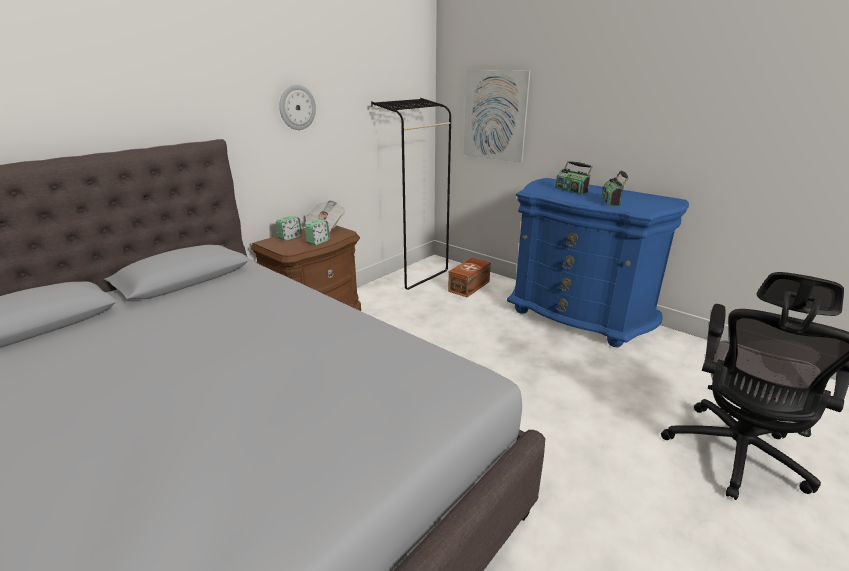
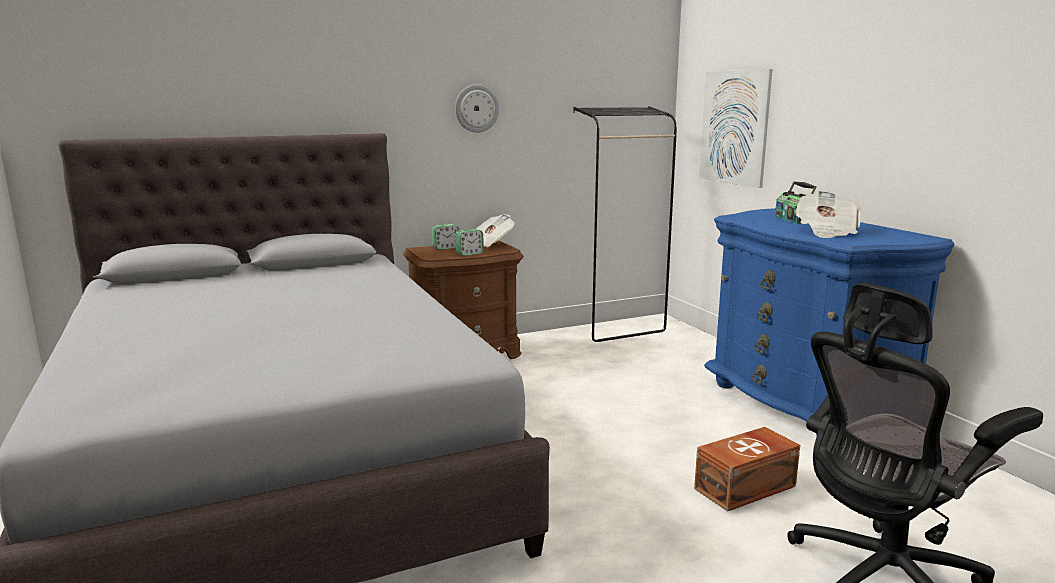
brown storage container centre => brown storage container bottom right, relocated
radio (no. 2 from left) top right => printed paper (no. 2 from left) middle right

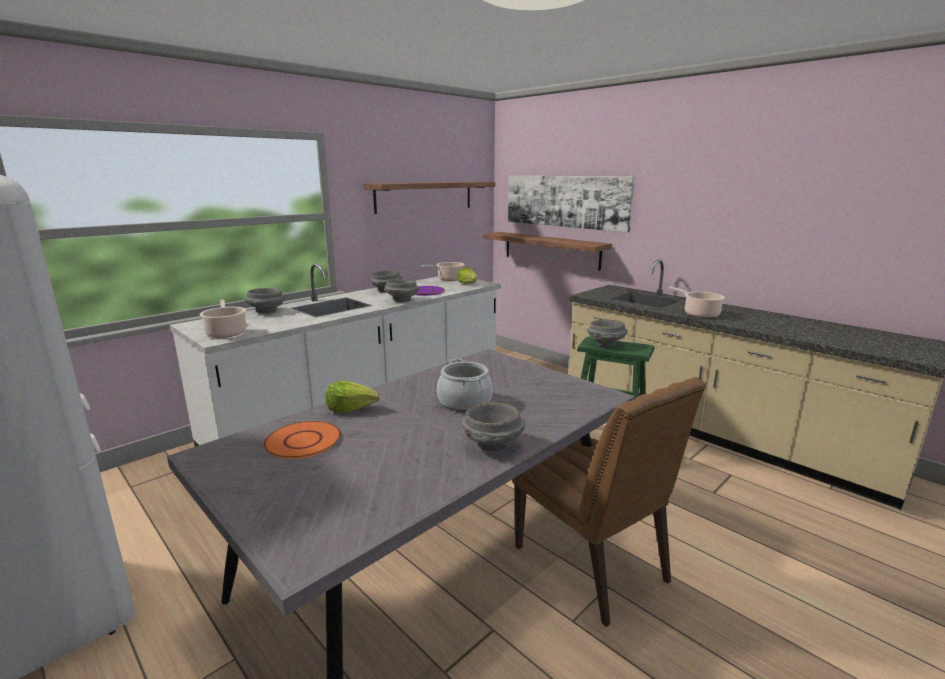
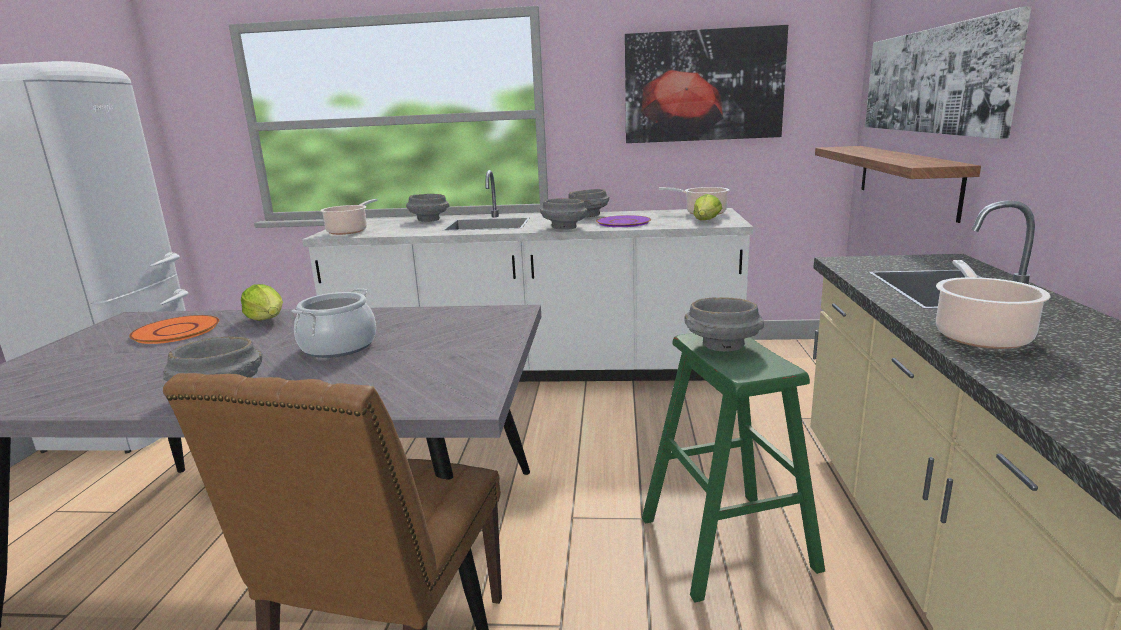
bracket shelf (no. 1 from left) top centre => wall picture (no. 1 from left) top centre

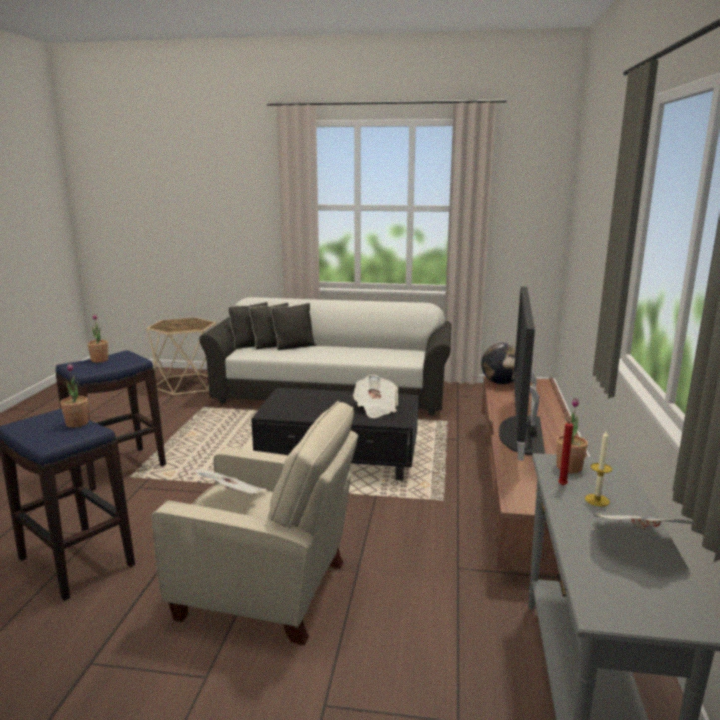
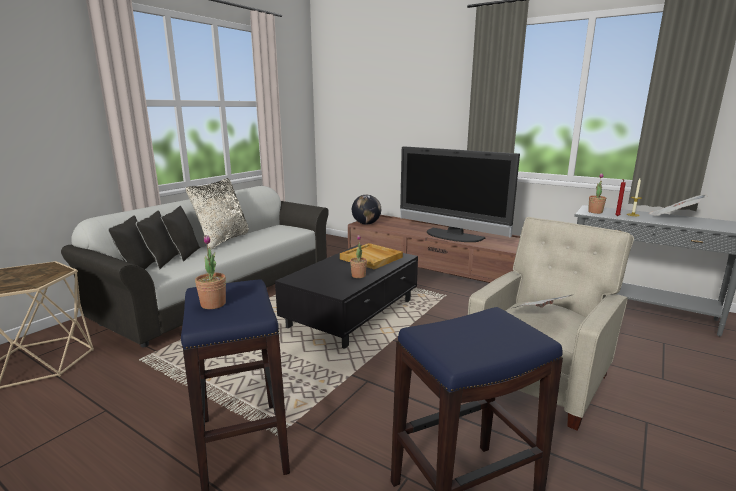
nothing => beige cushion middle left
potted plant (no. 1 from left in the first image) middle left => potted plant (no. 2 from left) centre, relocated
printed paper (no. 2 from left) centre => beige carrying tray centre

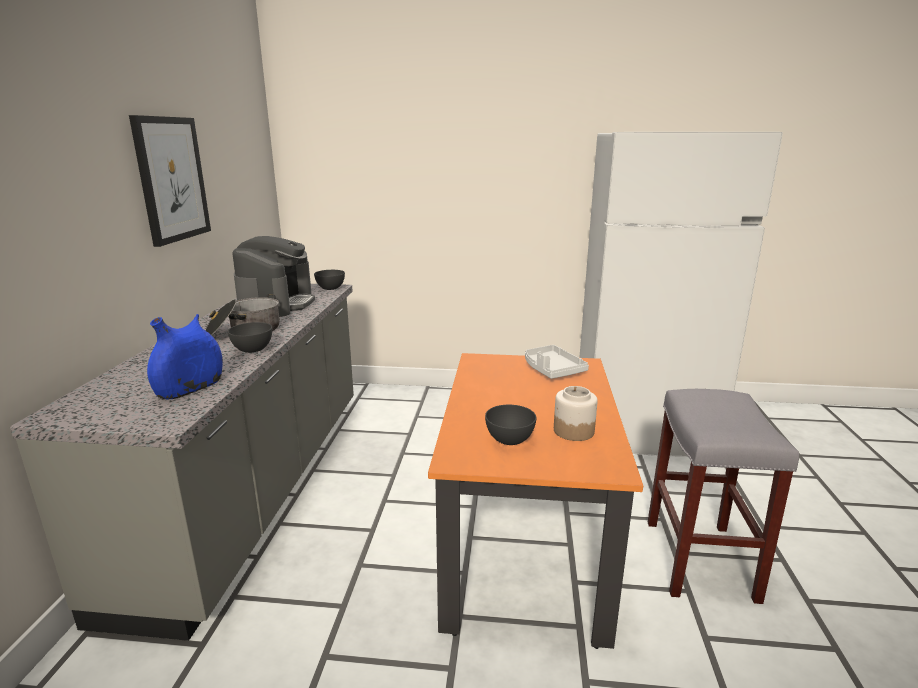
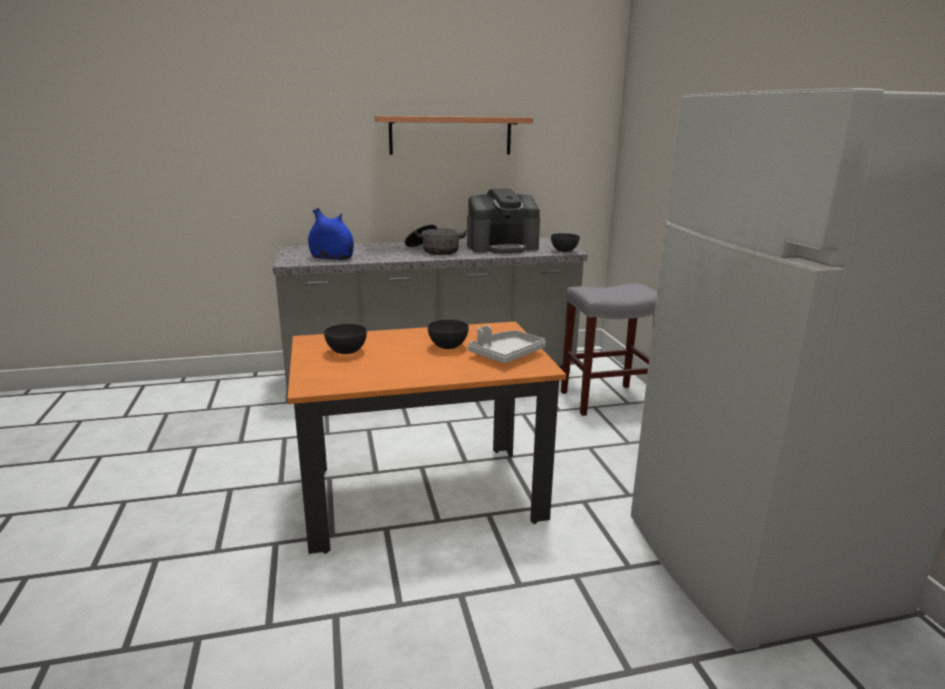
preserve jar centre => nothing
grey bowl (no. 1 from left in the first image) middle left => grey bowl (no. 2 from left) centre, relocated
grey stool seat bottom right => grey stool seat centre, relocated
wall picture top left => bracket shelf top centre

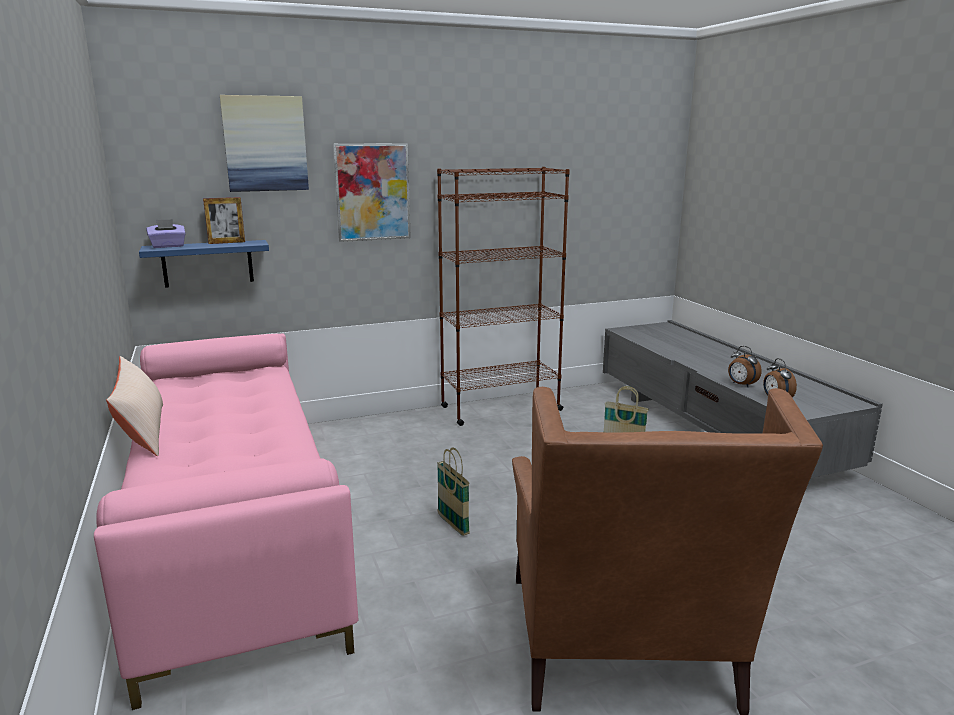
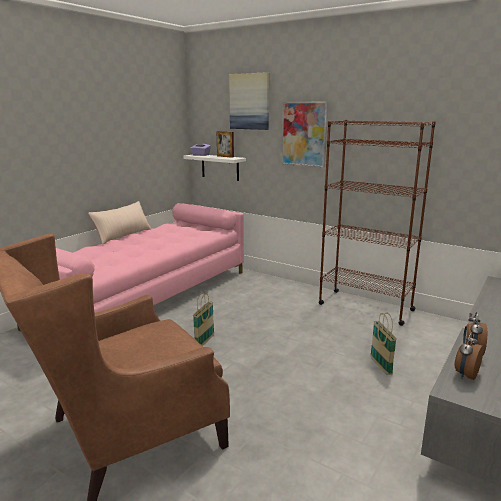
bluish bracket shelf middle left => whitish bracket shelf centre

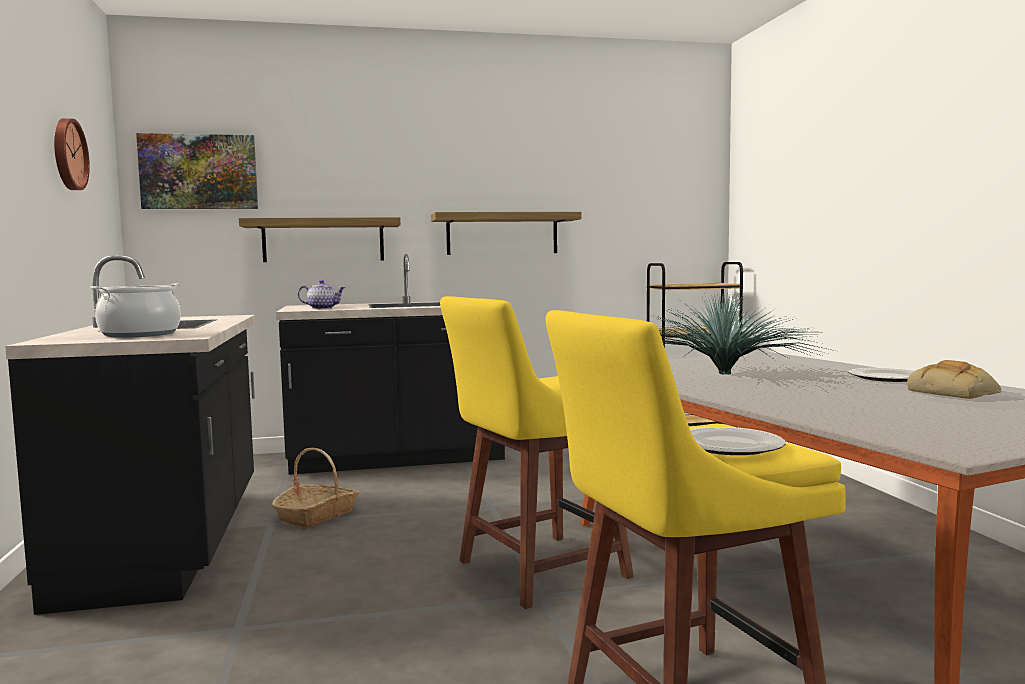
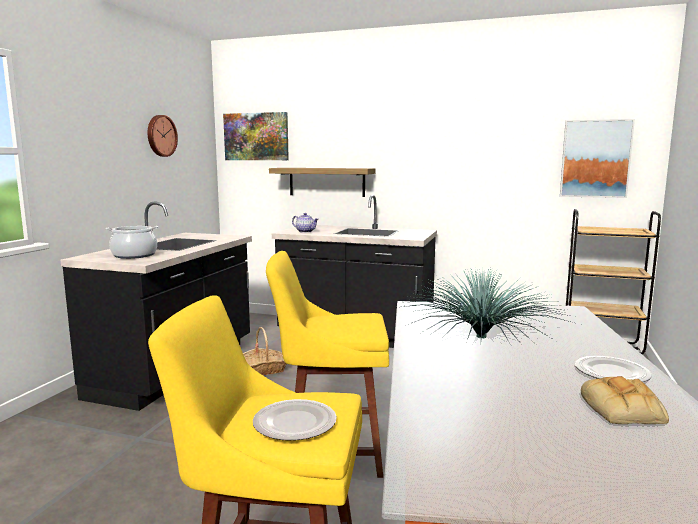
bracket shelf (no. 2 from left) centre => nothing
nothing => wall picture (no. 2 from left) top right

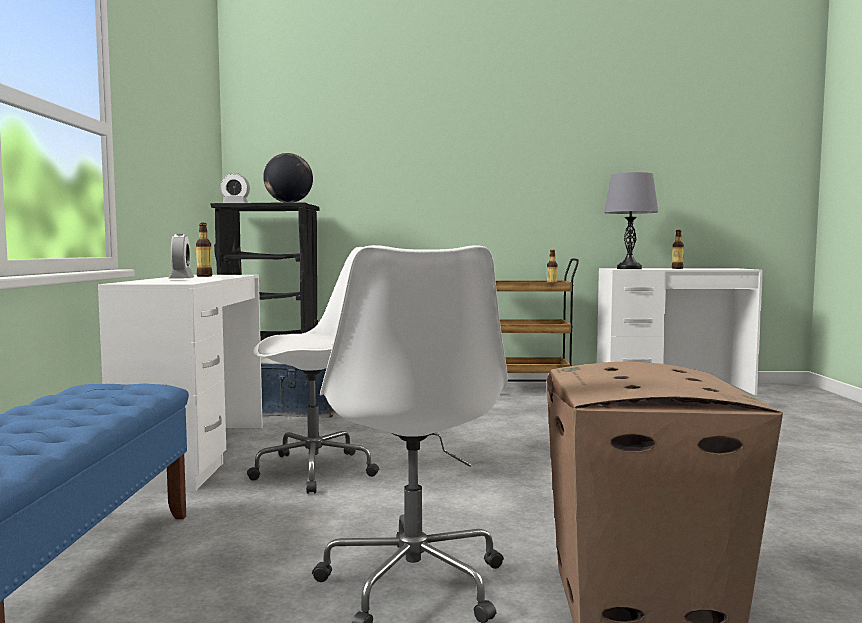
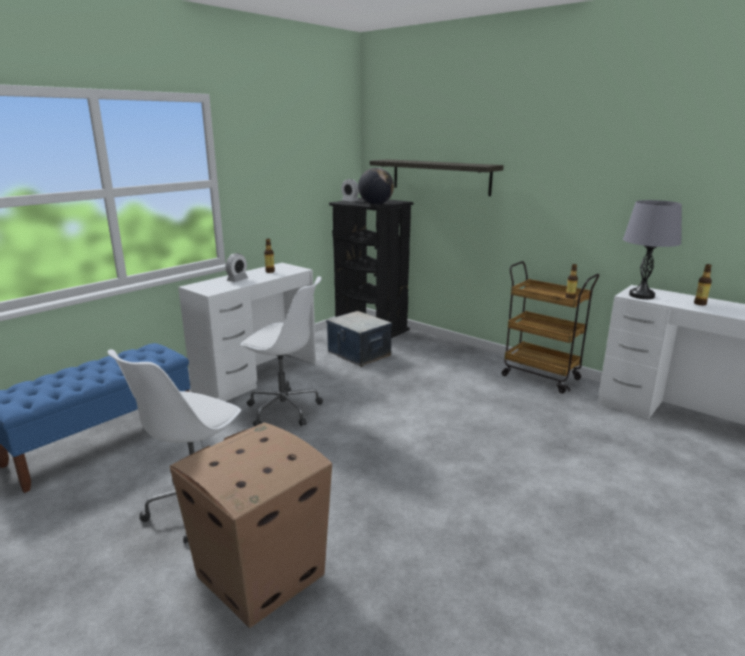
nothing => bracket shelf top centre

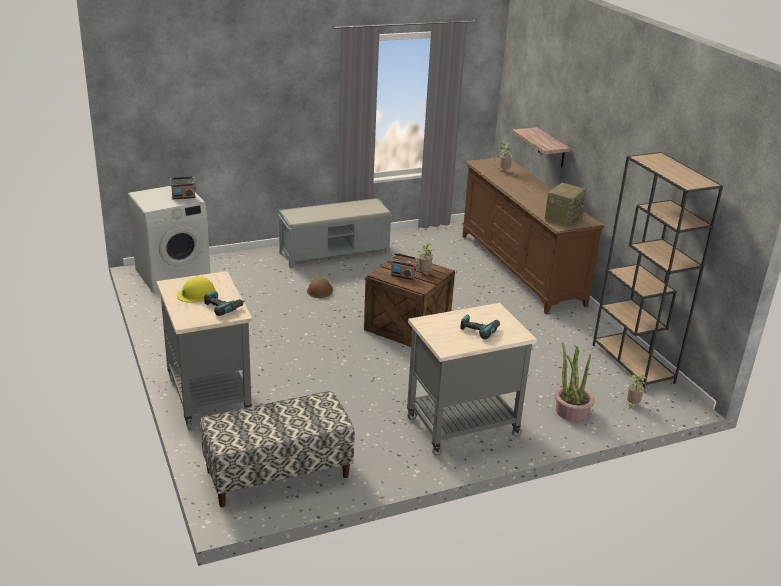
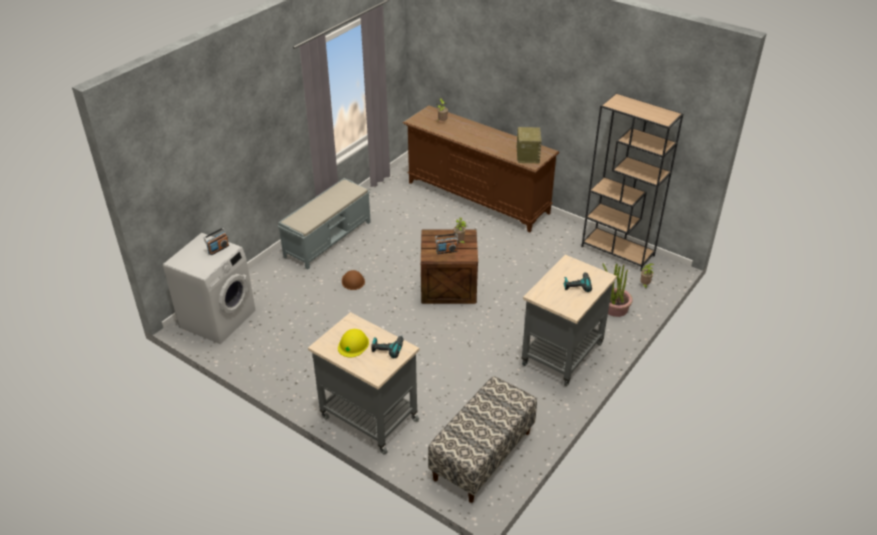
bracket shelf top right => nothing

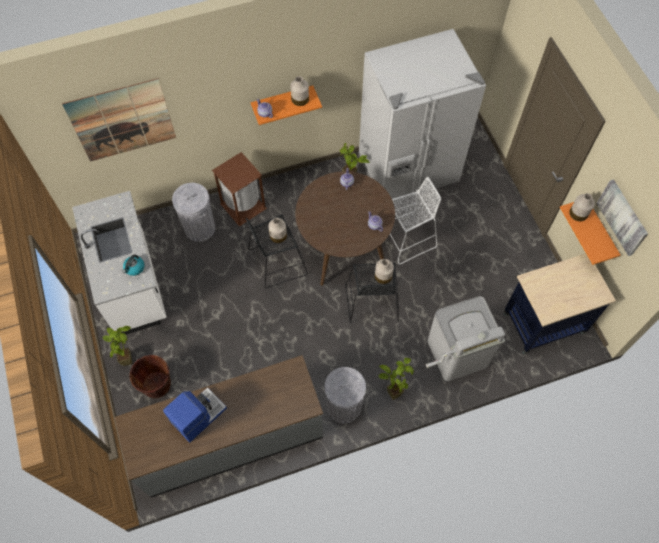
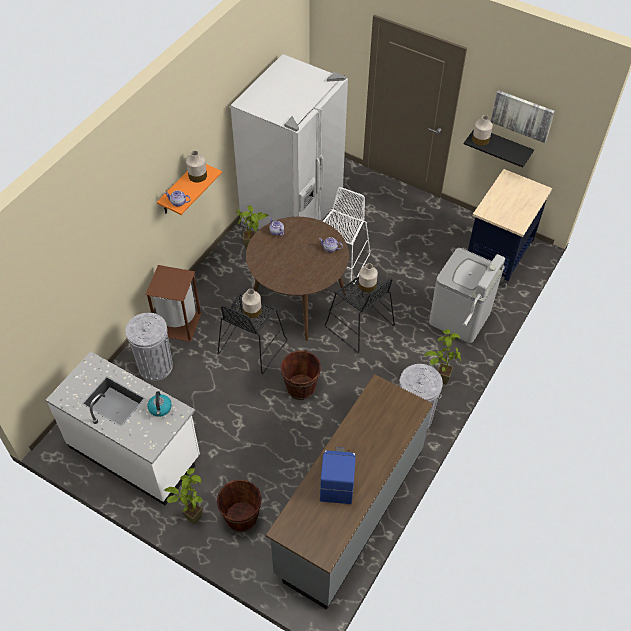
wall picture (no. 1 from left) top left => nothing
nothing => brown water bucket (no. 2 from left) centre
orangey bracket shelf (no. 2 from left) middle right => blackish bracket shelf top right

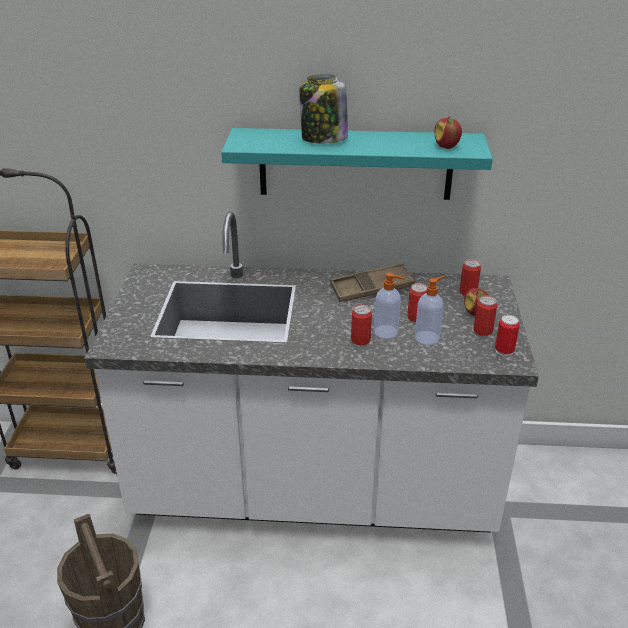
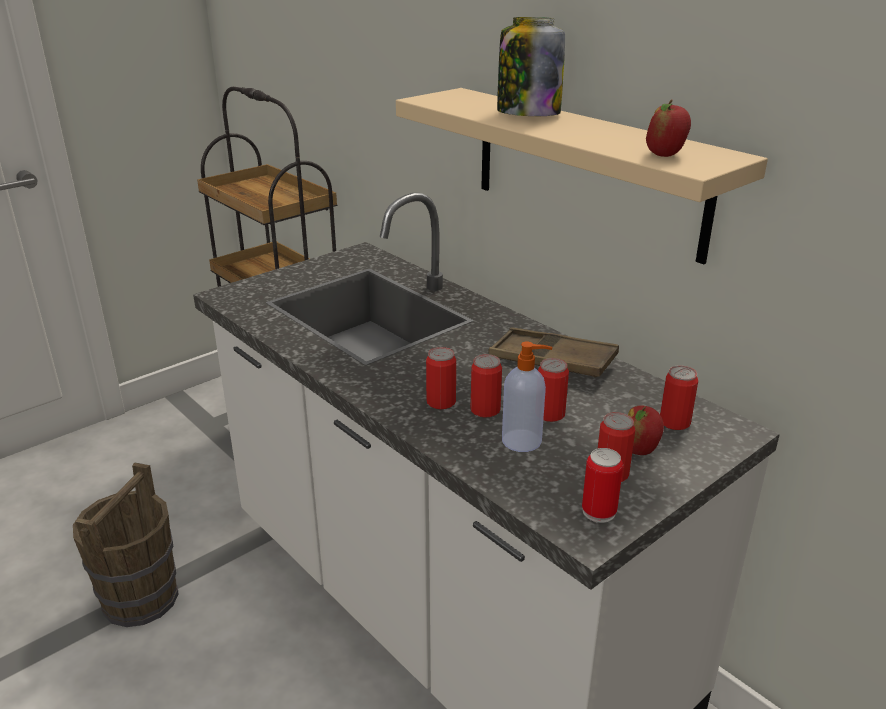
soap dispenser (no. 1 from left) centre => sealed can (no. 2 from left) centre
turquoise bracket shelf top centre => beige bracket shelf top centre

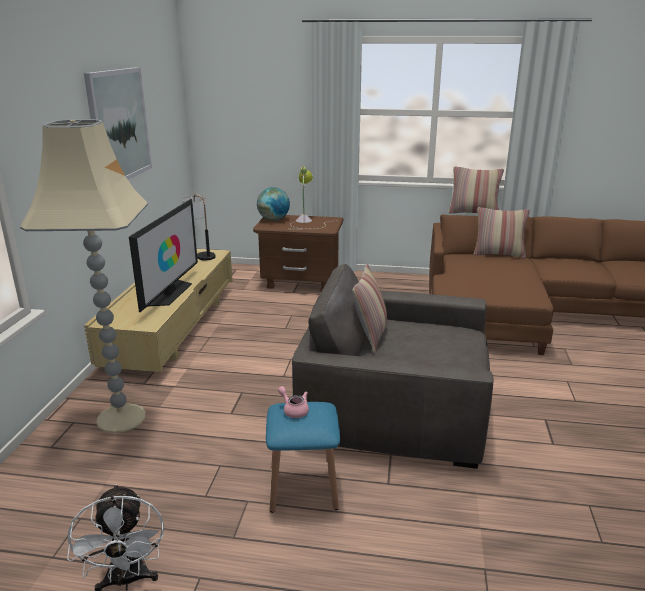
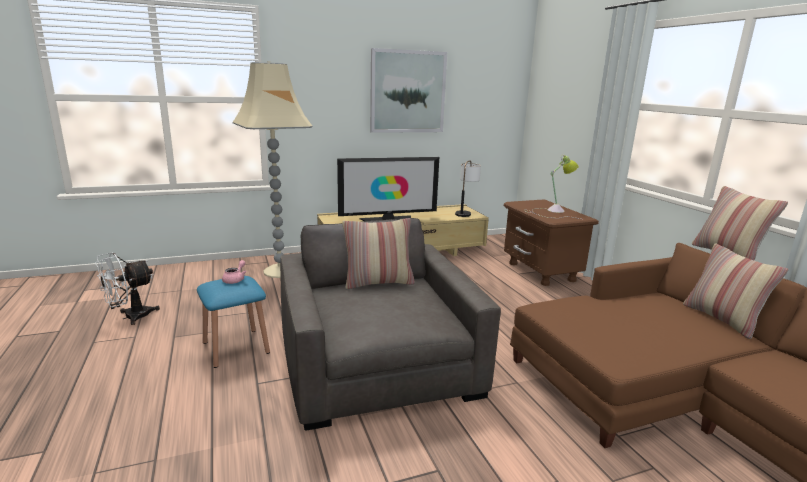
globe centre => nothing

